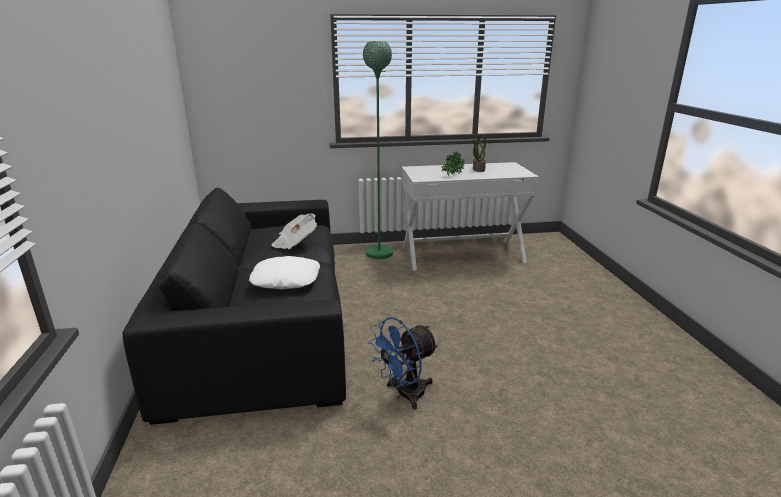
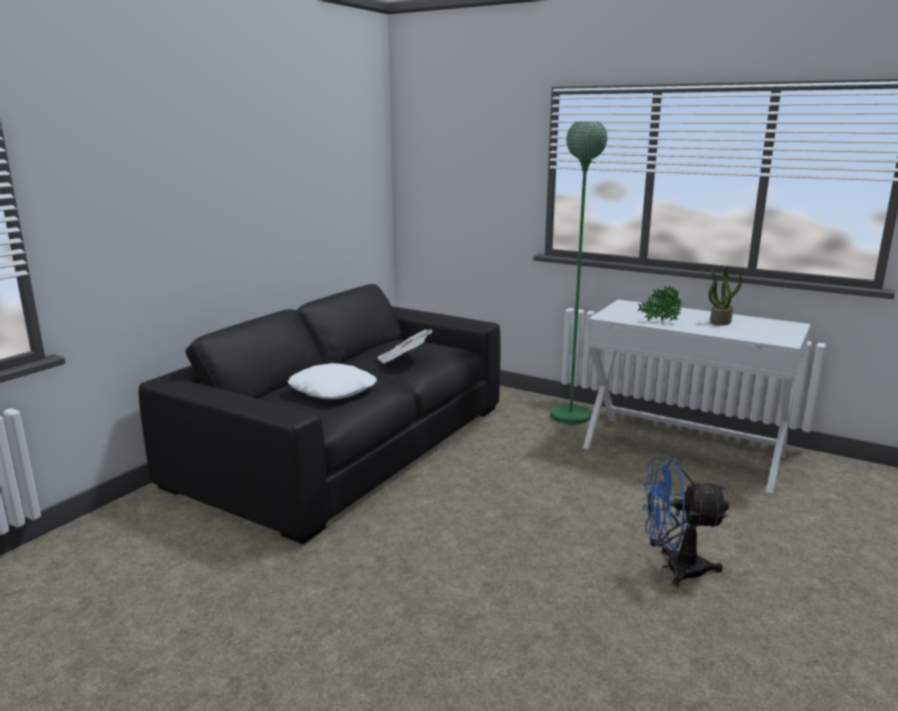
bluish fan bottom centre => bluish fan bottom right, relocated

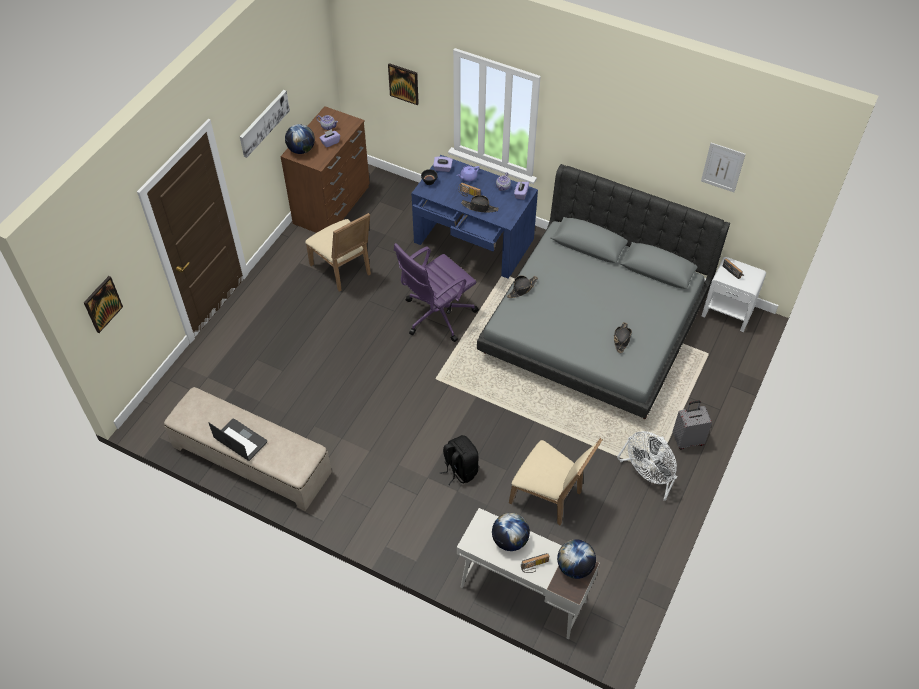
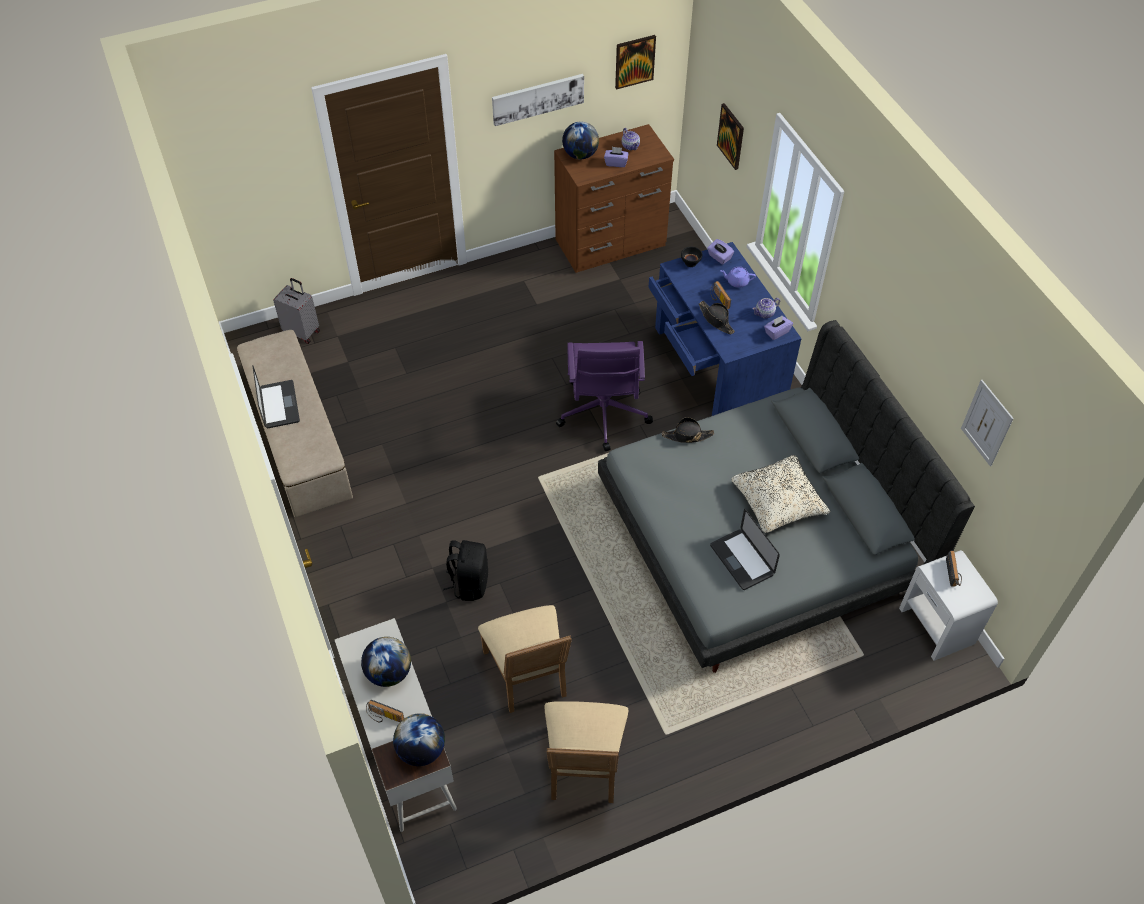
whitish fan bottom right => nothing
nothing => beige cushion middle right
wall picture (no. 1 from left in the first image) middle left => wall picture (no. 2 from left) top centre, relocated
beige chair (no. 1 from left in the first image) centre => beige chair (no. 2 from left) bottom centre, relocated
grey piece of luggage middle right => grey piece of luggage middle left, relocated
blackish hat (no. 3 from left) middle right => portable computer (no. 2 from left) centre
purple-coloured computer chair centre, 90 degrees counterclockwise

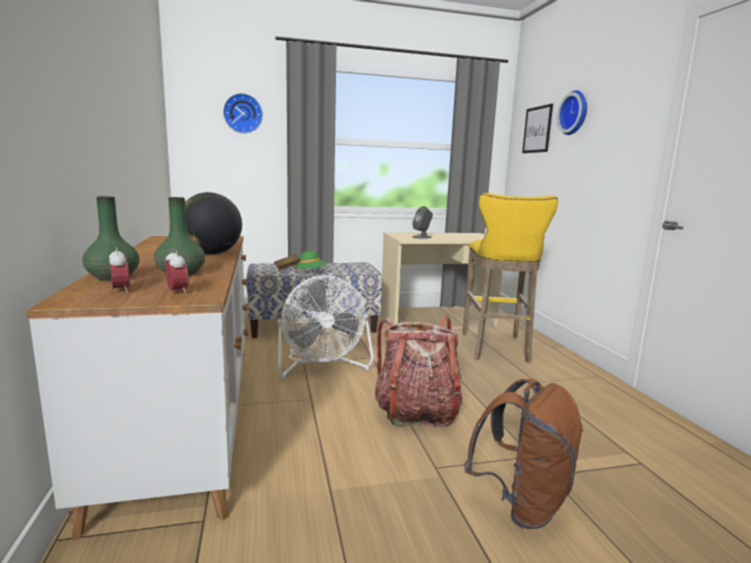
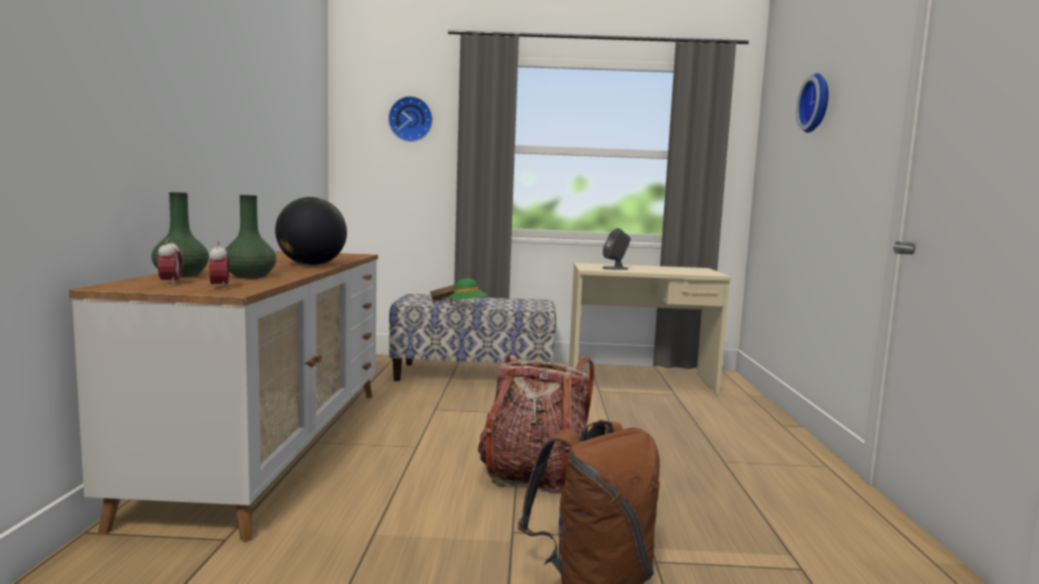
whitish fan centre => nothing
yellow stool seat middle right => nothing
wall picture top right => nothing

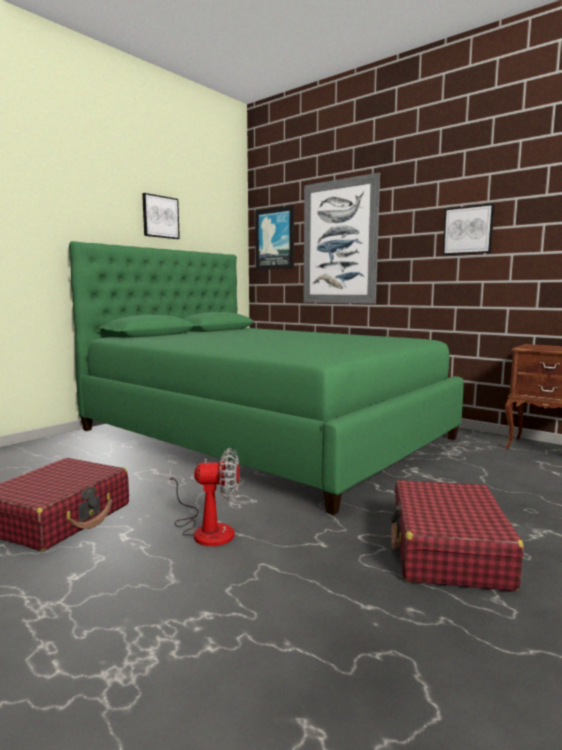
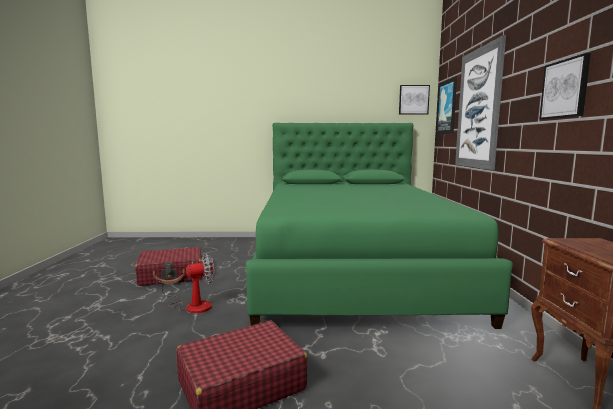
wall picture (no. 1 from left) top left => wall picture (no. 1 from left) top right, relocated
fan centre => fan bottom left, 75 degrees counterclockwise

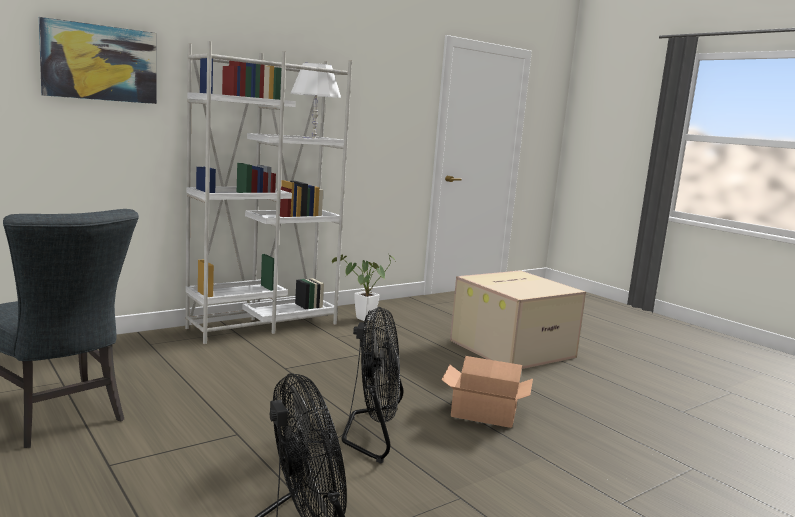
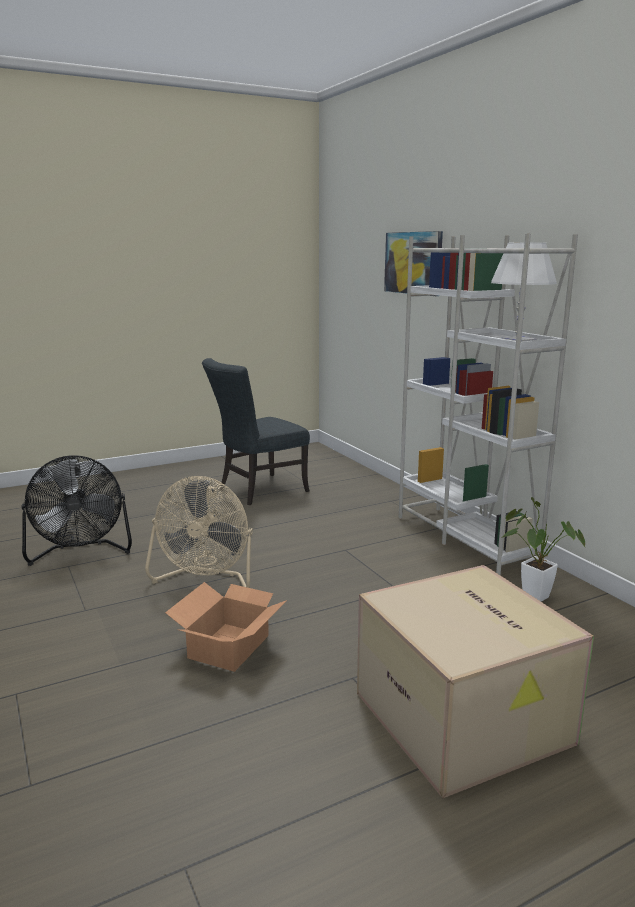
blackish fan (no. 2 from left) bottom centre => beige fan middle left

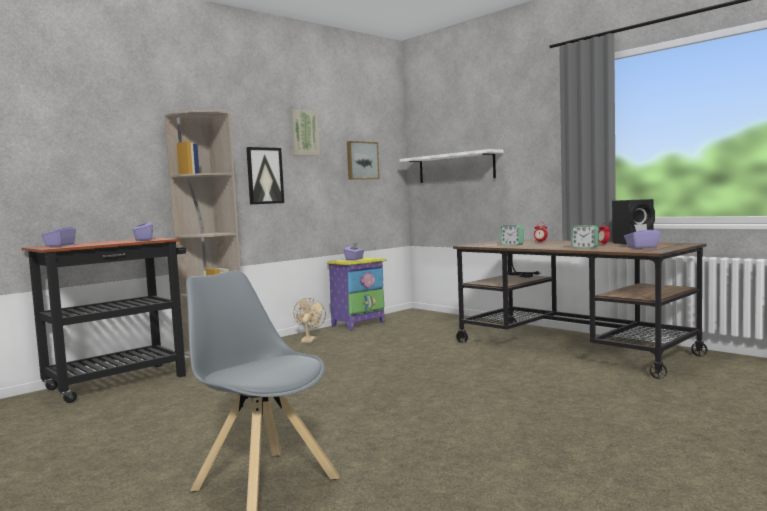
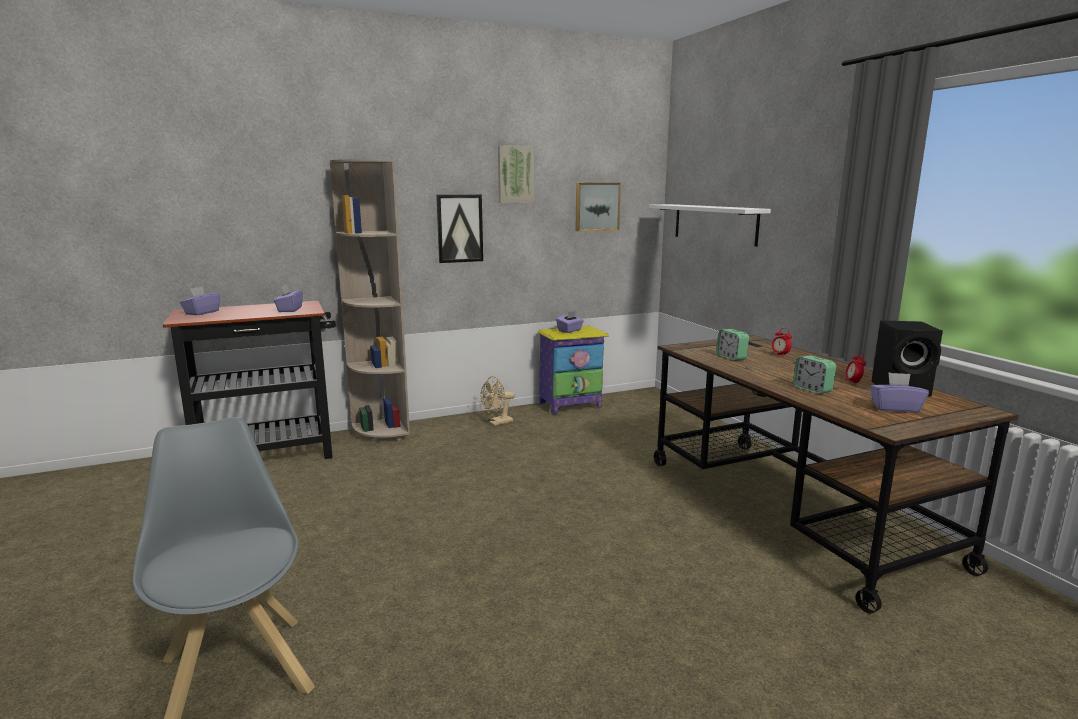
beige fan centre, 150 degrees counterclockwise

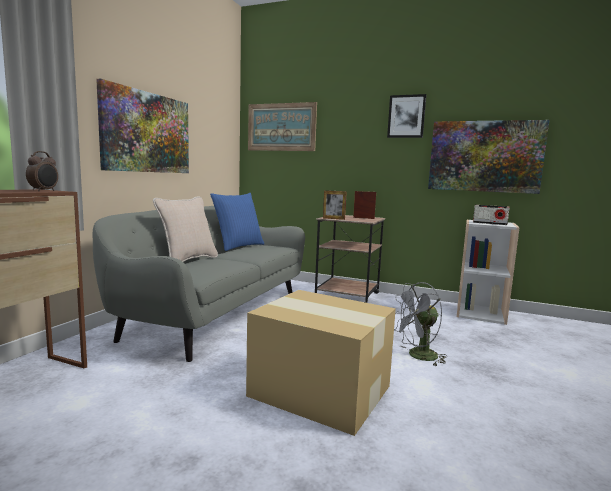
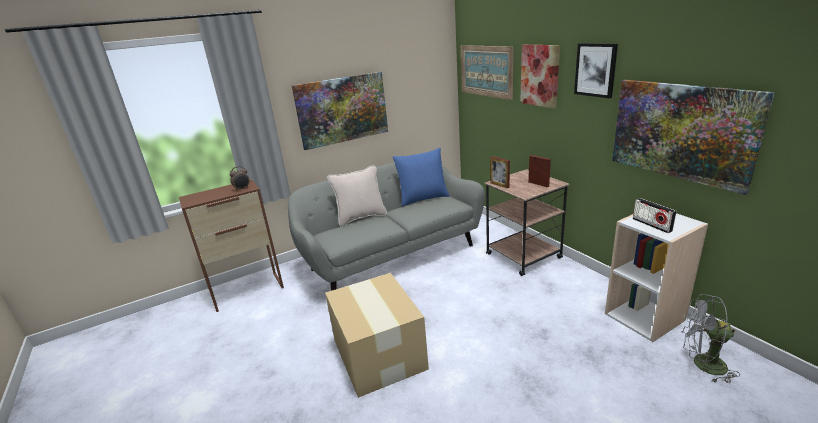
nothing => wall picture (no. 3 from left) top centre
grey fan middle right => grey fan bottom right, relocated

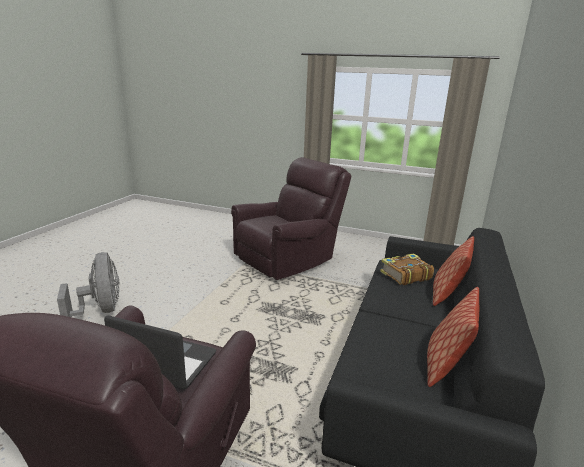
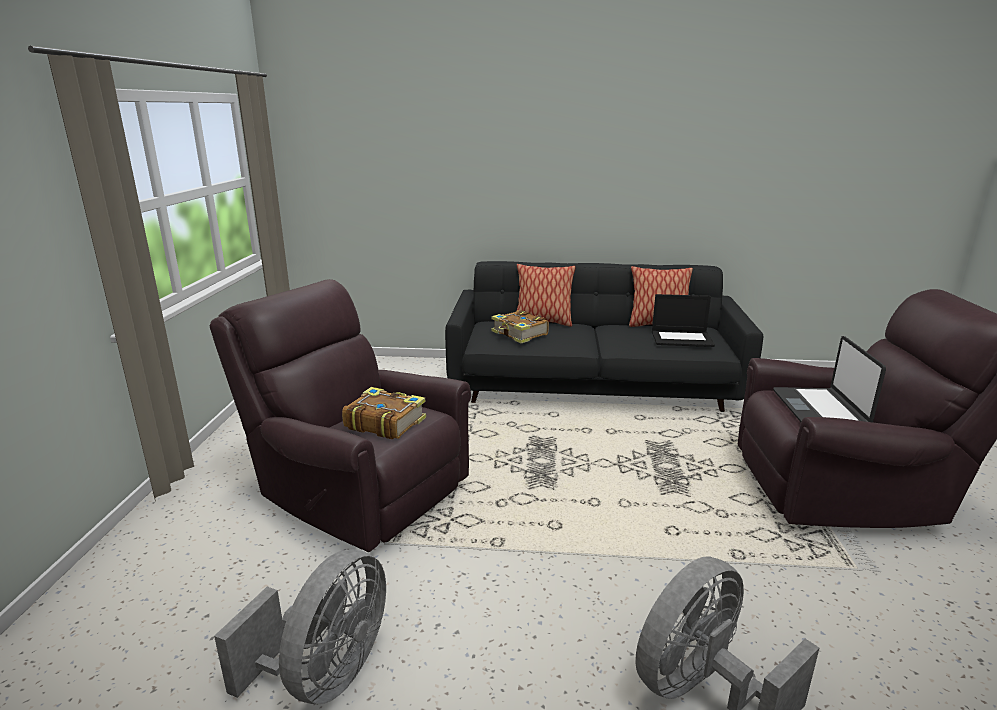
nothing => grey fan (no. 1 from left) bottom left
nothing => bound book (no. 1 from left) centre
nothing => portable computer (no. 1 from left) middle right

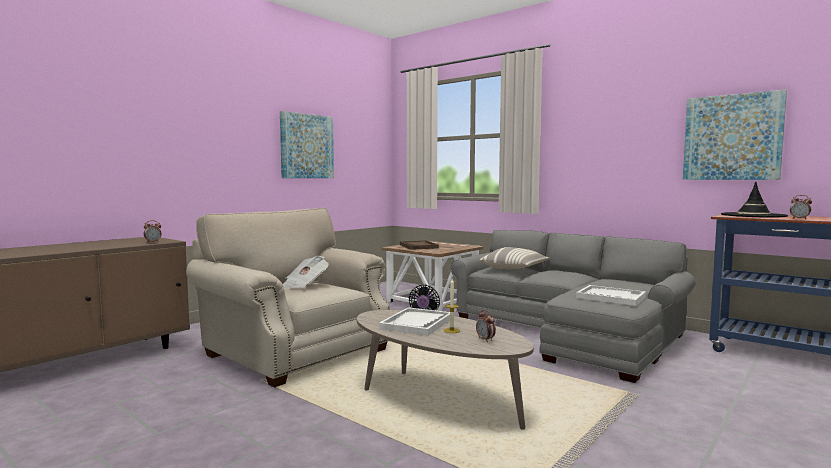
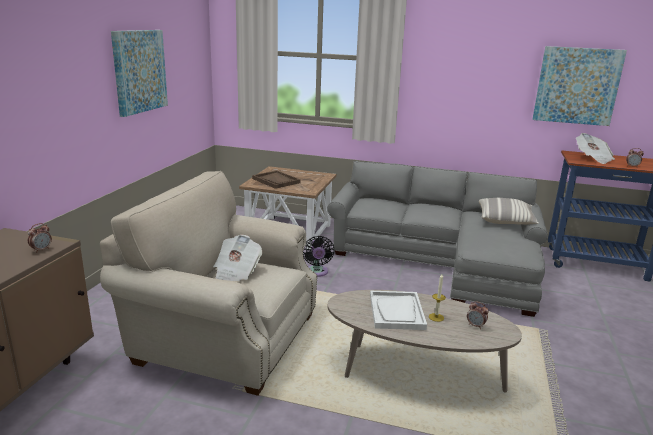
whitish carrying tray (no. 2 from left) middle right => nothing
cushion centre => cushion middle right, relocated
blackish hat middle right => printed paper (no. 2 from left) middle right

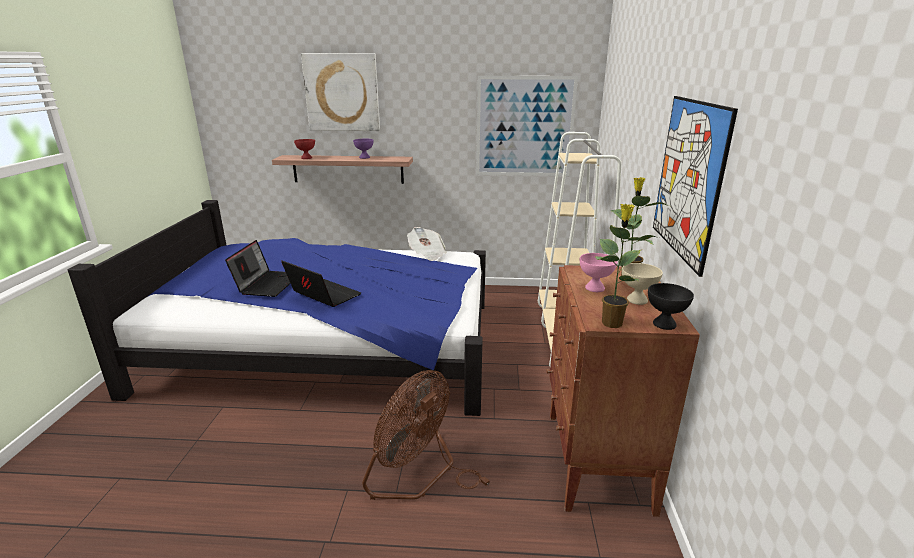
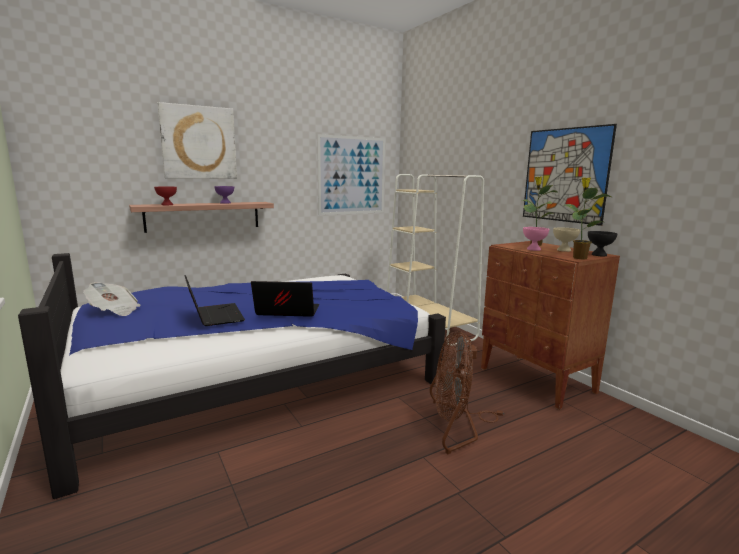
printed paper centre => printed paper middle left, relocated

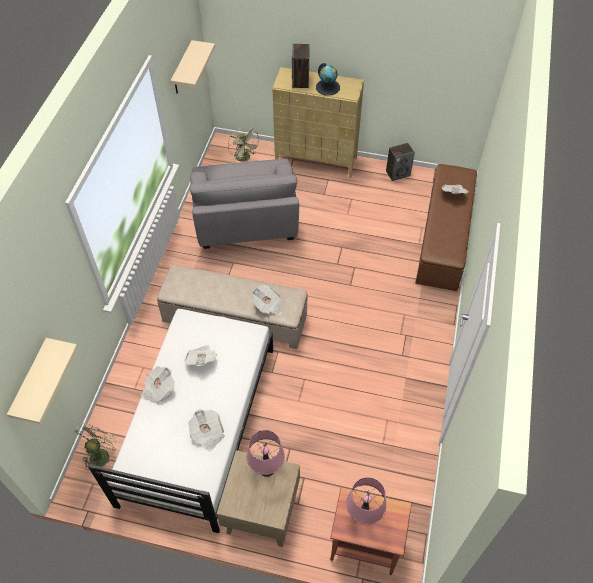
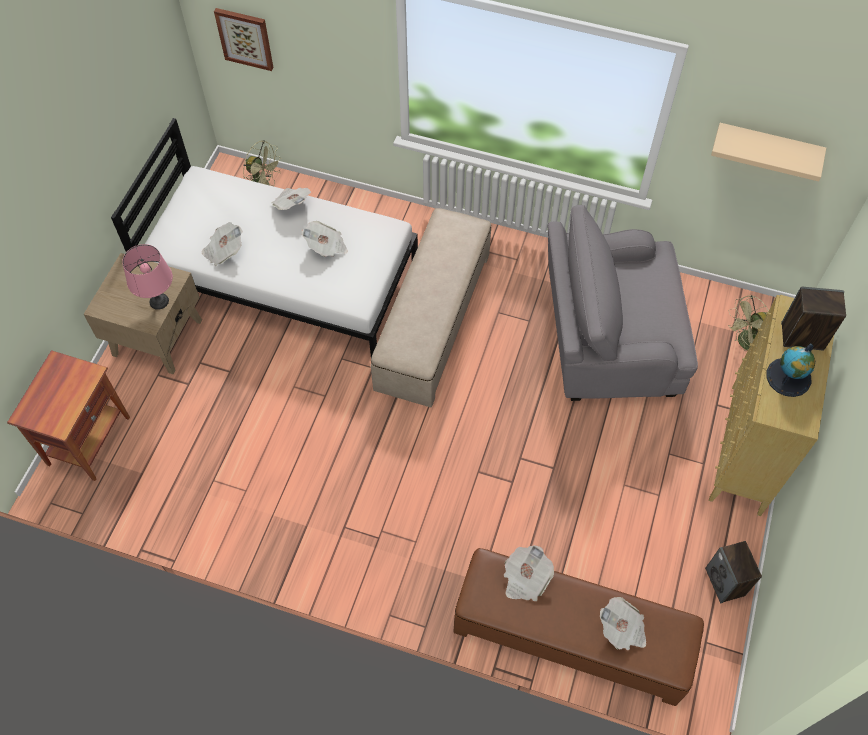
pink-coloured table lamp (no. 2 from left) bottom centre => nothing
printed paper (no. 4 from left) centre => printed paper (no. 4 from left) bottom centre, relocated
beige bracket shelf (no. 1 from left) middle left => wall picture top left

